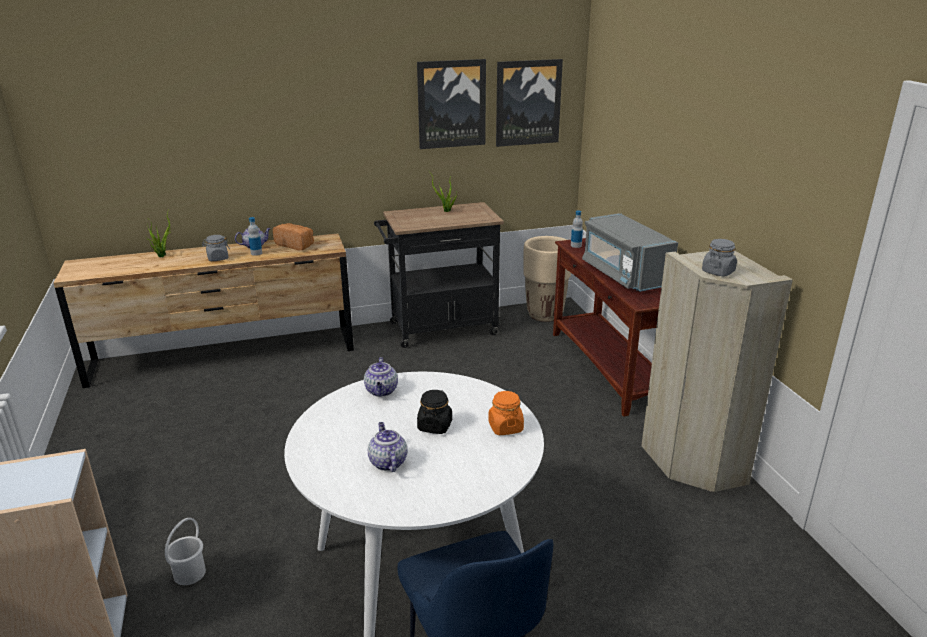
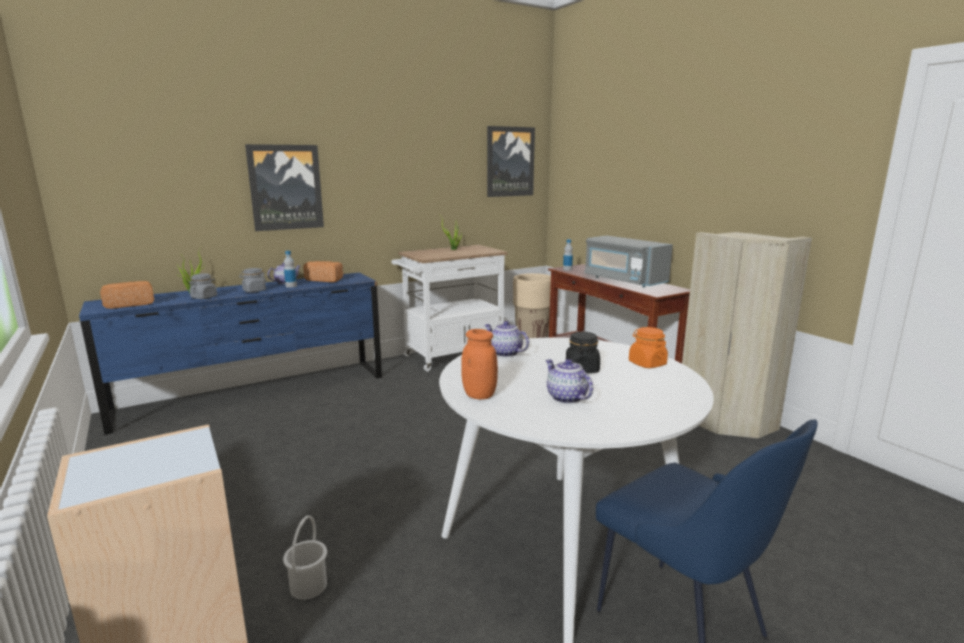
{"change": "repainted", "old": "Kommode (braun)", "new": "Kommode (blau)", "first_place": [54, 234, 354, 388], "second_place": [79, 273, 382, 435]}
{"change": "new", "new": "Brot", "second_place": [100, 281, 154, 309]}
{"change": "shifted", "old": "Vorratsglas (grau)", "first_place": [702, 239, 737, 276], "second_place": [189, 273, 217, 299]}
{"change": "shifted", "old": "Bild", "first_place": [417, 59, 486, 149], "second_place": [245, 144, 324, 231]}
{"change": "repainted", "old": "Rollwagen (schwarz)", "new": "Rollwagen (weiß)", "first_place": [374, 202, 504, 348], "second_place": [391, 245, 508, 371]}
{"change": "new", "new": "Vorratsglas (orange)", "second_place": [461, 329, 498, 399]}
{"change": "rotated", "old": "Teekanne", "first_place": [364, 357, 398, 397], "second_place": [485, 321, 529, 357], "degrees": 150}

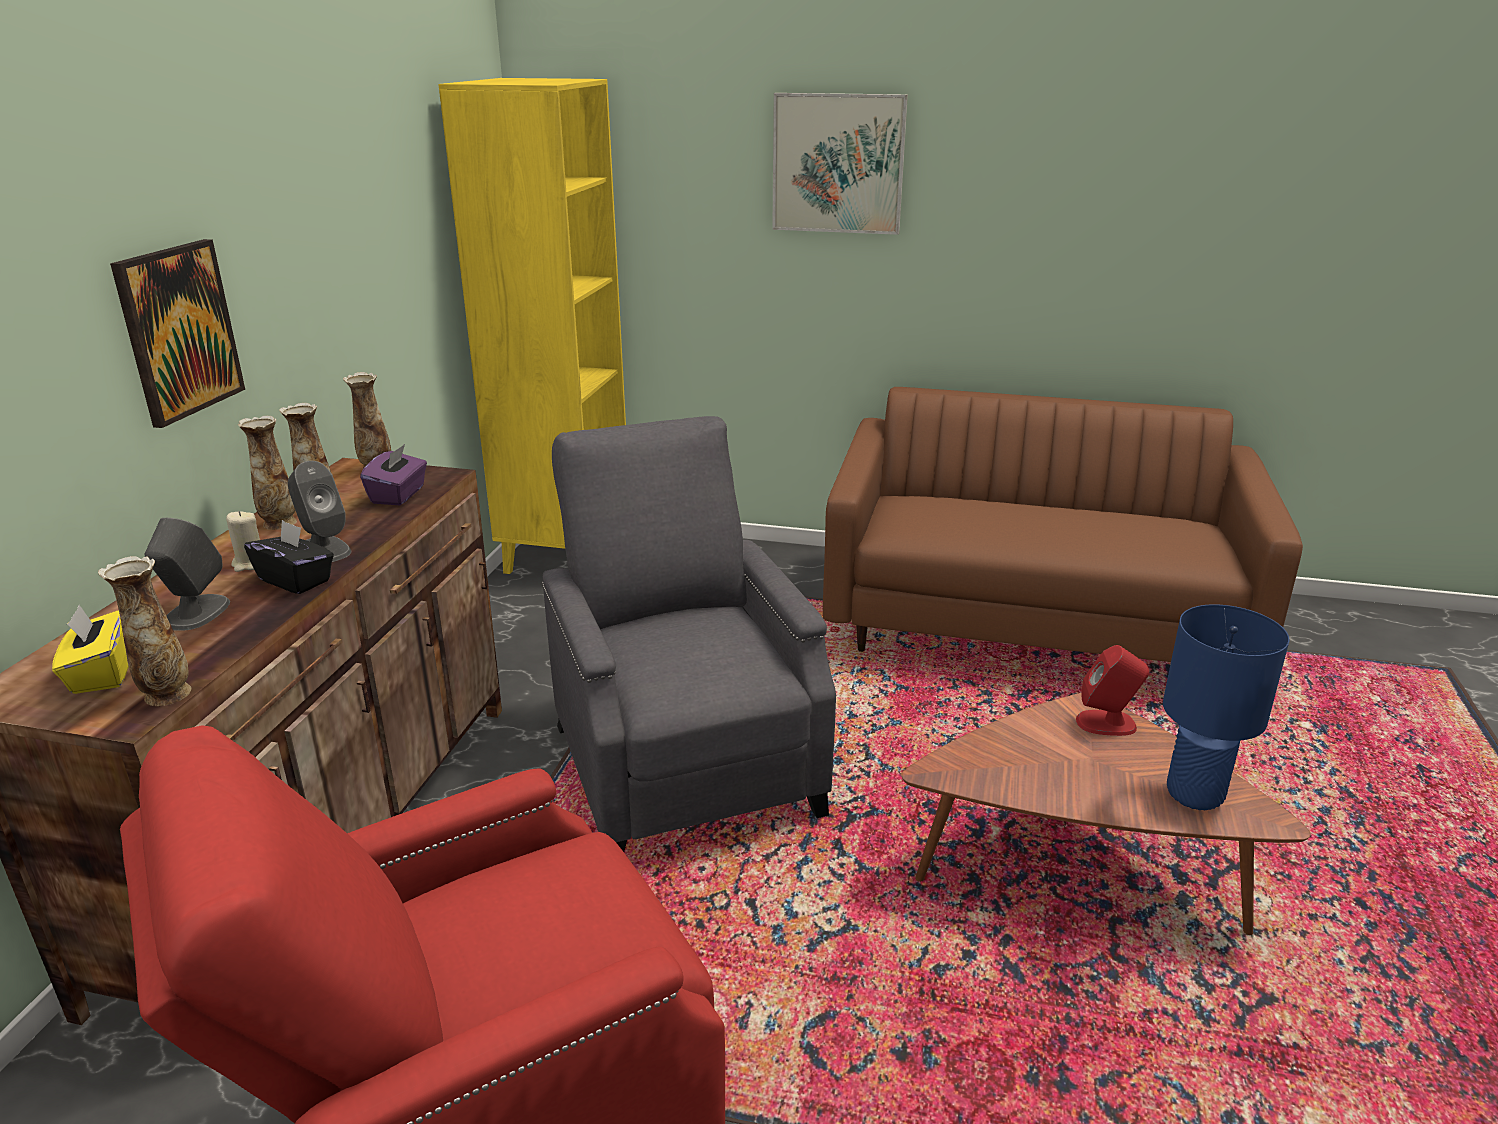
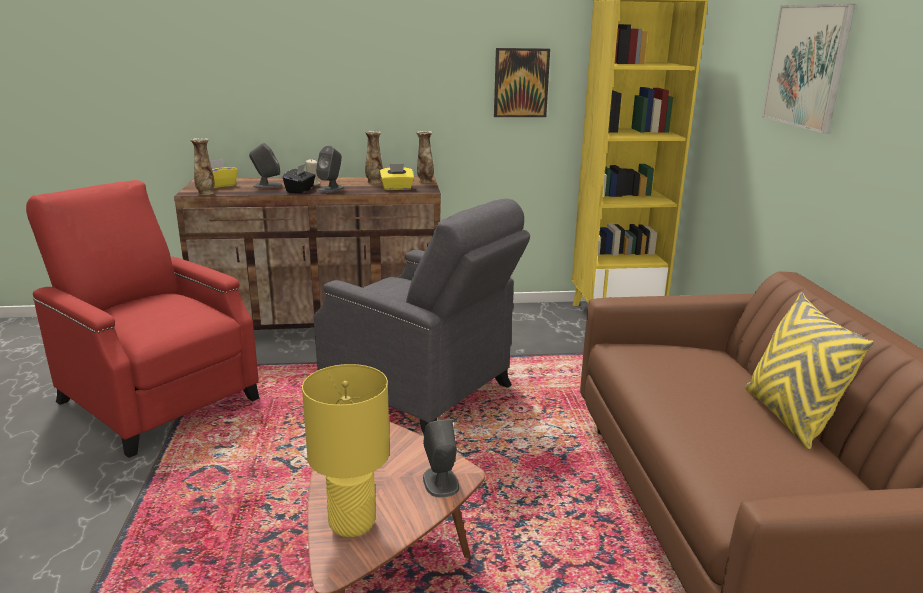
{"change": "repainted", "old": "Tischlampe (blau)", "new": "Tischlampe (gelb)", "first_place": [1163, 604, 1289, 810], "second_place": [302, 364, 390, 538]}
{"change": "rotated", "old": "Sessel (grau)", "first_place": [542, 416, 836, 852], "second_place": [314, 198, 530, 435], "degrees": 75}
{"change": "repainted", "old": "Taschentuchbox (lila)", "new": "Taschentuchbox (gelb)", "first_place": [360, 444, 427, 505], "second_place": [380, 164, 414, 190]}
{"change": "repainted", "old": "Lautsprecher (rot)", "new": "Lautsprecher (grau)", "first_place": [1076, 645, 1149, 736], "second_place": [423, 419, 459, 498]}
{"change": "shifted", "old": "Bild", "first_place": [110, 239, 245, 428], "second_place": [494, 48, 550, 117]}
{"change": "new", "new": "Kissen (gelb)", "second_place": [745, 292, 874, 449]}
{"change": "gone", "old": "Vase", "first_place": [238, 416, 297, 530]}

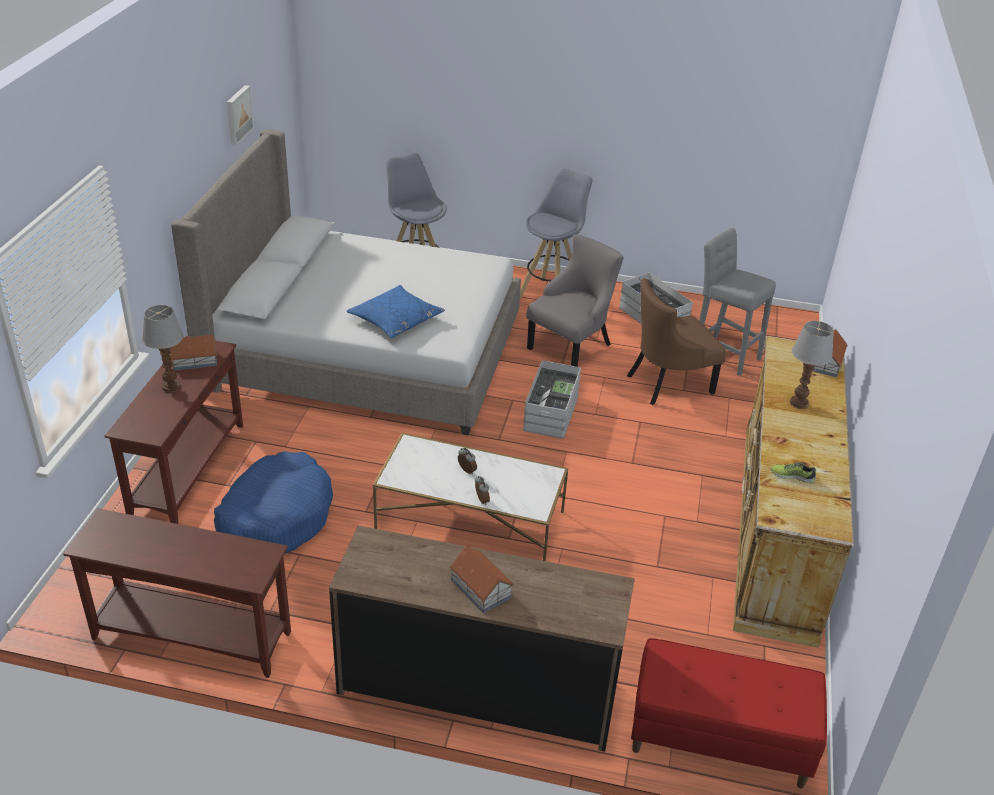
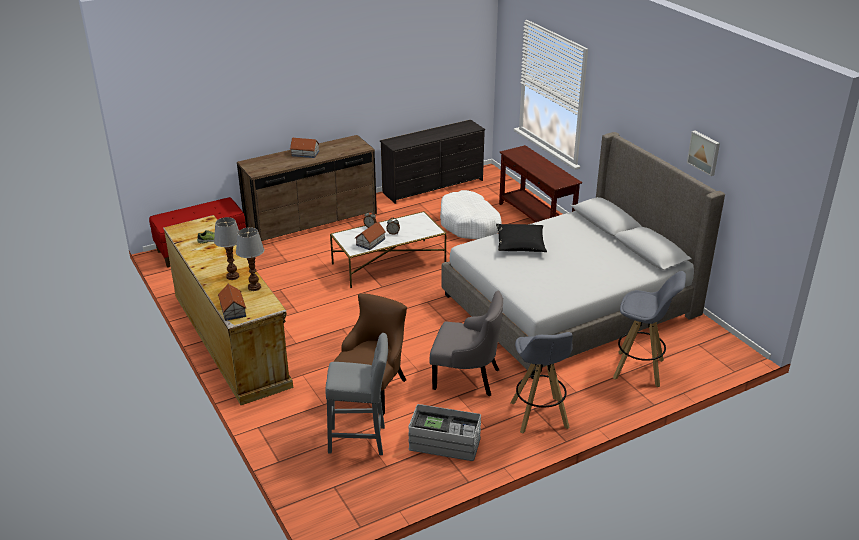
{"change": "shifted", "old": "Tischlampe", "first_place": [142, 305, 184, 393], "second_place": [236, 227, 264, 291]}
{"change": "shifted", "old": "Spielzeughaus", "first_place": [170, 335, 217, 371], "second_place": [355, 222, 386, 250]}
{"change": "swapped", "old": "Konsolentisch (braun)", "new": "Kommode (schwarz)", "first_place": [63, 508, 291, 678], "second_place": [380, 120, 485, 204]}
{"change": "rotated", "old": "Stuhl (grau)", "first_place": [526, 234, 624, 367], "second_place": [429, 291, 503, 396], "degrees": -75}
{"change": "repainted", "old": "Hundebett (blau)", "new": "Hundebett (weiß)", "first_place": [214, 451, 333, 553], "second_place": [440, 190, 502, 239]}
{"change": "repainted", "old": "Kissen (blau)", "new": "Kissen (schwarz)", "first_place": [347, 285, 445, 338], "second_place": [496, 224, 547, 252]}
{"change": "gone", "old": "Aufbewahrungsbox (grau)", "first_place": [523, 360, 581, 439]}

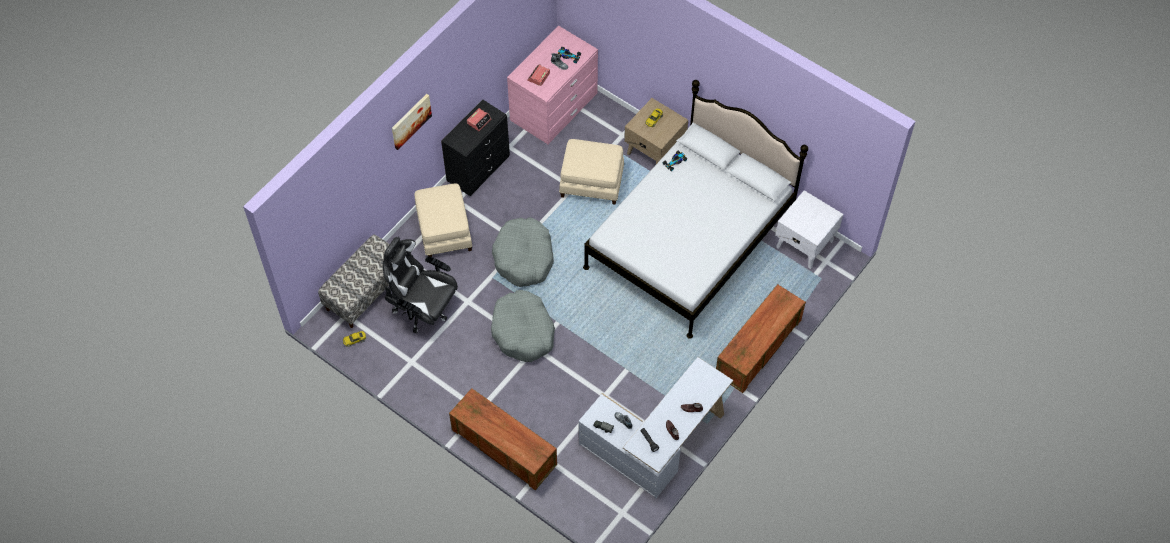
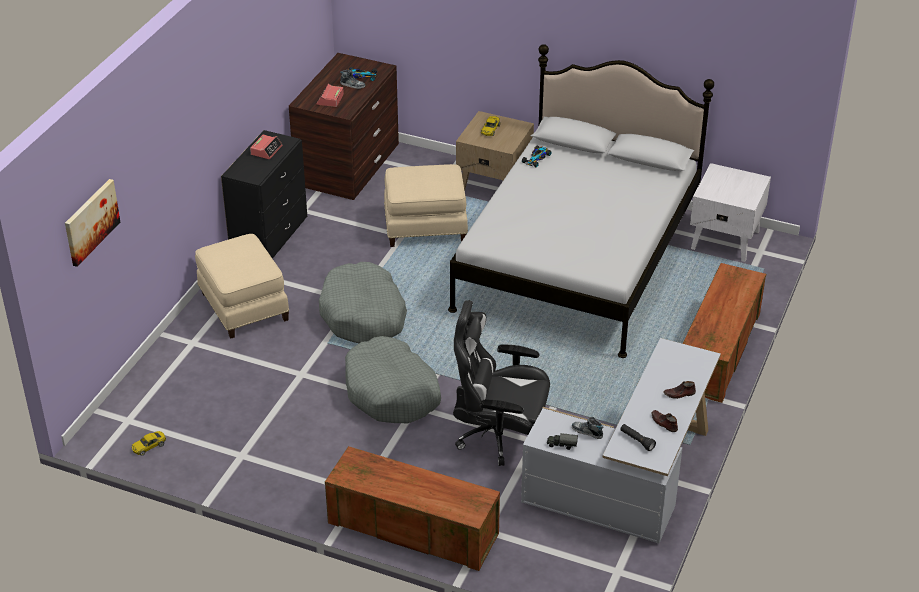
{"change": "shifted", "old": "Bild", "first_place": [392, 94, 432, 150], "second_place": [65, 179, 120, 267]}
{"change": "repainted", "old": "Kommode (rosa)", "new": "Kommode (braun)", "first_place": [507, 26, 598, 144], "second_place": [289, 53, 399, 200]}
{"change": "shifted", "old": "Bürostuhl (schwarz)", "first_place": [383, 237, 458, 333], "second_place": [453, 300, 550, 466]}
{"change": "gone", "old": "Bank", "first_place": [318, 234, 390, 328]}

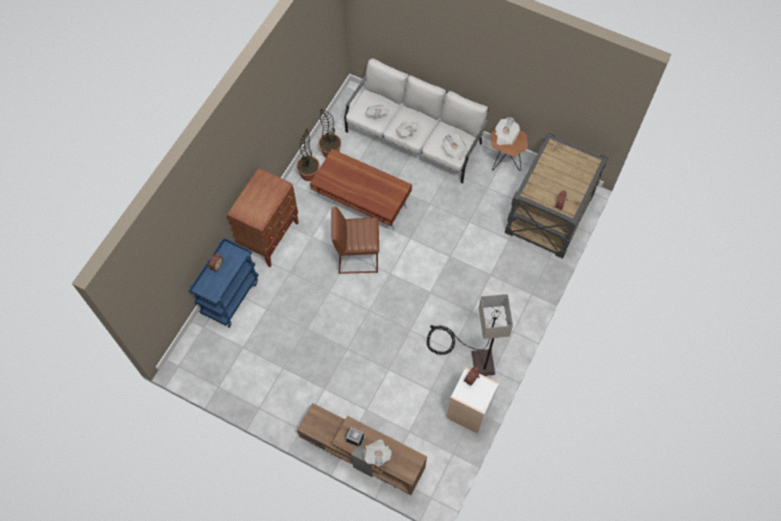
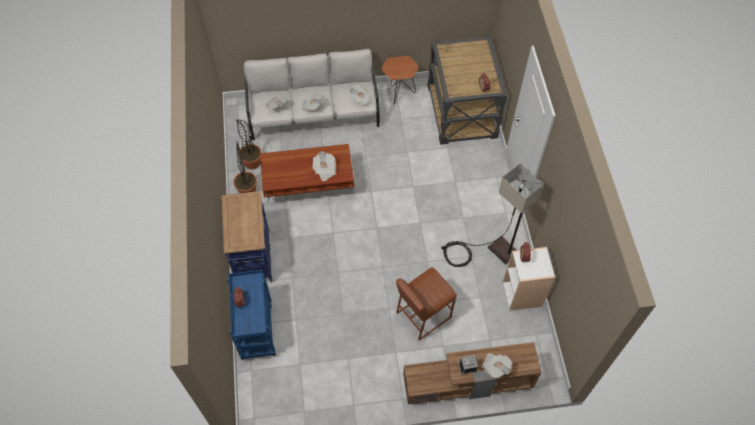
{"change": "swapped", "old": "Kommode (braun)", "new": "Rollwagen (blau)", "first_place": [227, 168, 299, 267], "second_place": [222, 191, 272, 283]}
{"change": "shifted", "old": "Zeitung", "first_place": [495, 117, 520, 145], "second_place": [312, 151, 336, 181]}
{"change": "shifted", "old": "Hocker (braun)", "first_place": [331, 207, 379, 274], "second_place": [396, 267, 457, 341]}

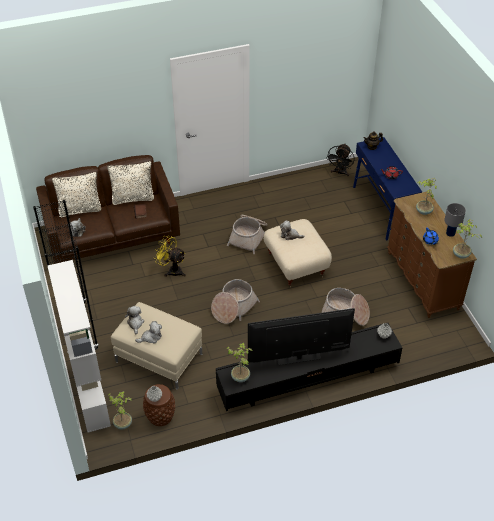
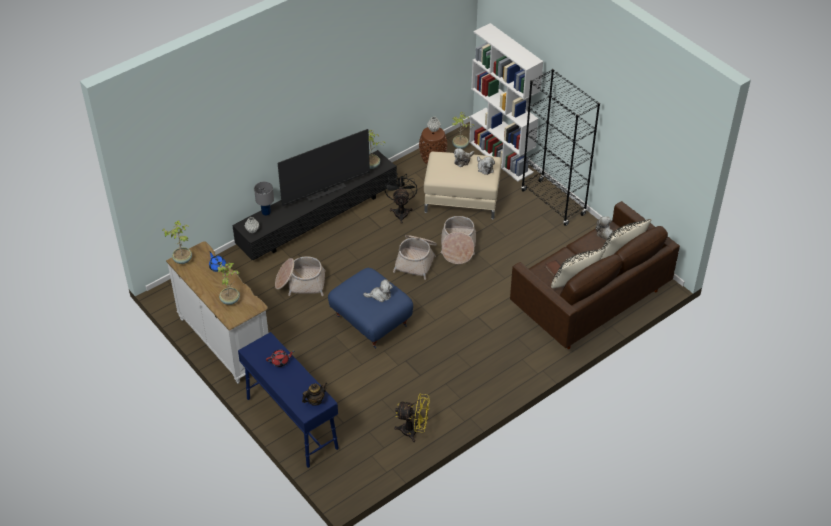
{"change": "repainted", "old": "Kommode (braun)", "new": "Kommode (weiß)", "first_place": [387, 192, 477, 318], "second_place": [166, 241, 268, 384]}
{"change": "shifted", "old": "Tischlampe (grau)", "first_place": [444, 203, 466, 237], "second_place": [254, 182, 274, 216]}
{"change": "repainted", "old": "Polsterhocker (beige)", "new": "Polsterhocker (blau)", "first_place": [263, 219, 332, 288], "second_place": [328, 268, 413, 348]}
{"change": "shifted", "old": "Ventilator (schwarz)", "first_place": [326, 144, 355, 176], "second_place": [385, 175, 417, 224]}
{"change": "shifted", "old": "Ventilator (gelb)", "first_place": [154, 236, 186, 277], "second_place": [394, 394, 430, 442]}
{"change": "shifted", "old": "Korb", "first_place": [227, 215, 268, 254], "second_place": [441, 216, 476, 264]}

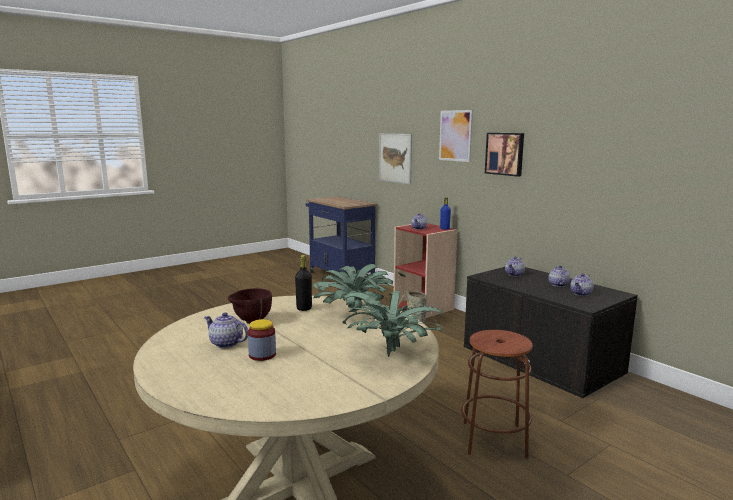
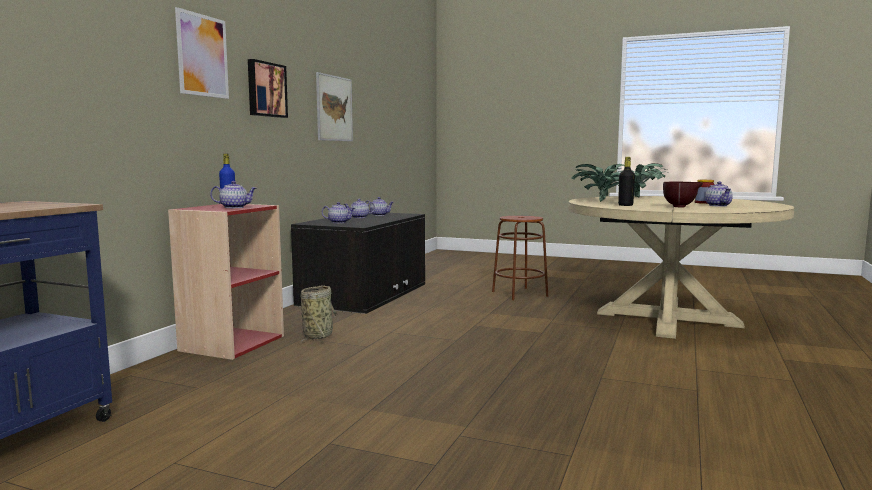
{"change": "shifted", "old": "Bild", "first_place": [379, 133, 412, 184], "second_place": [316, 72, 353, 141]}

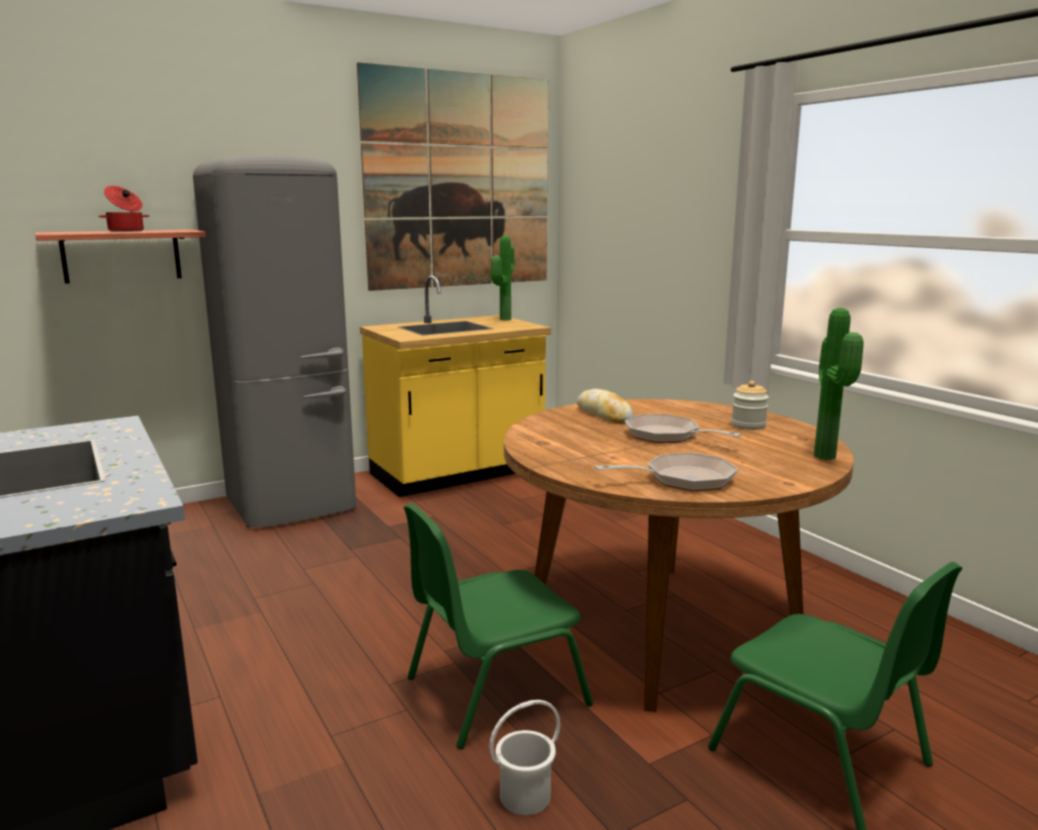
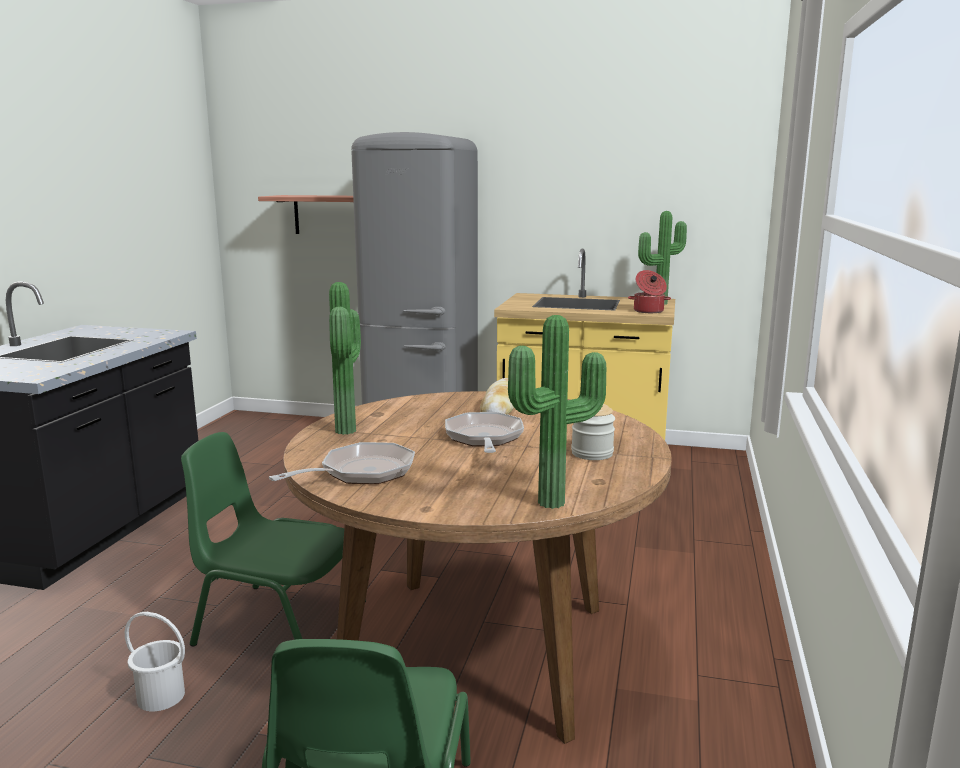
{"change": "rotated", "old": "Pfanne", "first_place": [595, 453, 738, 491], "second_place": [269, 442, 415, 484], "degrees": -75}
{"change": "new", "new": "Topfpflanze", "second_place": [329, 282, 361, 435]}
{"change": "shifted", "old": "Kochtopf", "first_place": [99, 186, 149, 232], "second_place": [628, 270, 671, 313]}
{"change": "gone", "old": "Bild", "first_place": [357, 62, 548, 291]}

